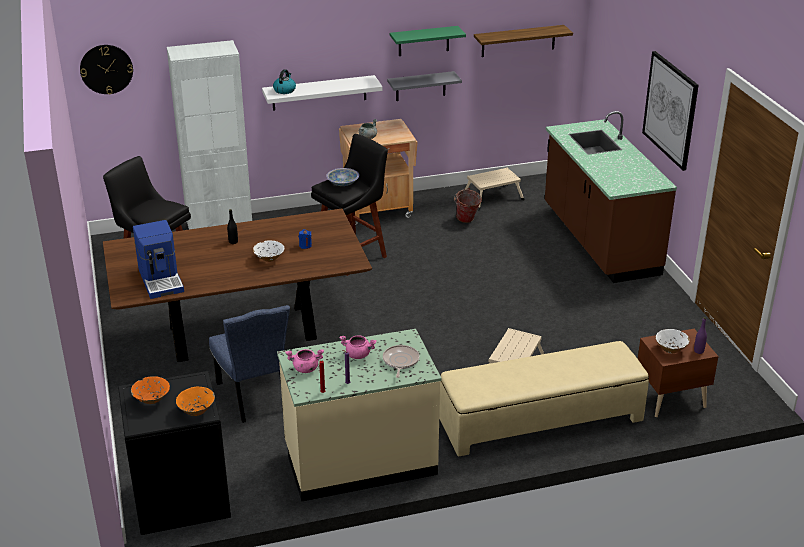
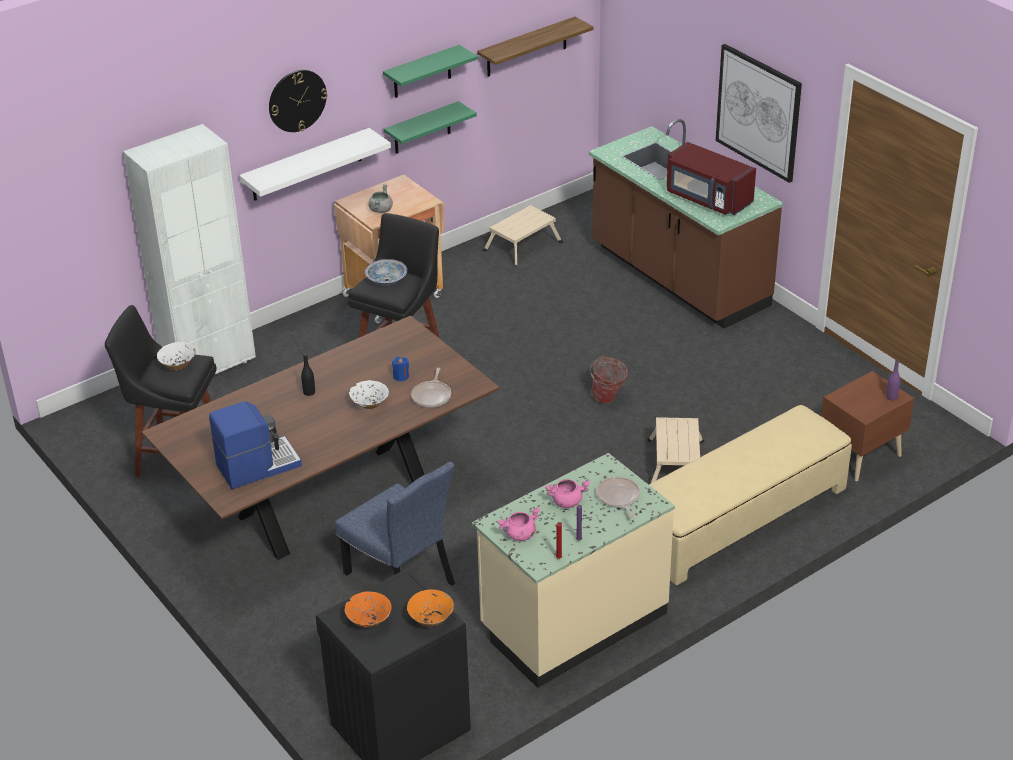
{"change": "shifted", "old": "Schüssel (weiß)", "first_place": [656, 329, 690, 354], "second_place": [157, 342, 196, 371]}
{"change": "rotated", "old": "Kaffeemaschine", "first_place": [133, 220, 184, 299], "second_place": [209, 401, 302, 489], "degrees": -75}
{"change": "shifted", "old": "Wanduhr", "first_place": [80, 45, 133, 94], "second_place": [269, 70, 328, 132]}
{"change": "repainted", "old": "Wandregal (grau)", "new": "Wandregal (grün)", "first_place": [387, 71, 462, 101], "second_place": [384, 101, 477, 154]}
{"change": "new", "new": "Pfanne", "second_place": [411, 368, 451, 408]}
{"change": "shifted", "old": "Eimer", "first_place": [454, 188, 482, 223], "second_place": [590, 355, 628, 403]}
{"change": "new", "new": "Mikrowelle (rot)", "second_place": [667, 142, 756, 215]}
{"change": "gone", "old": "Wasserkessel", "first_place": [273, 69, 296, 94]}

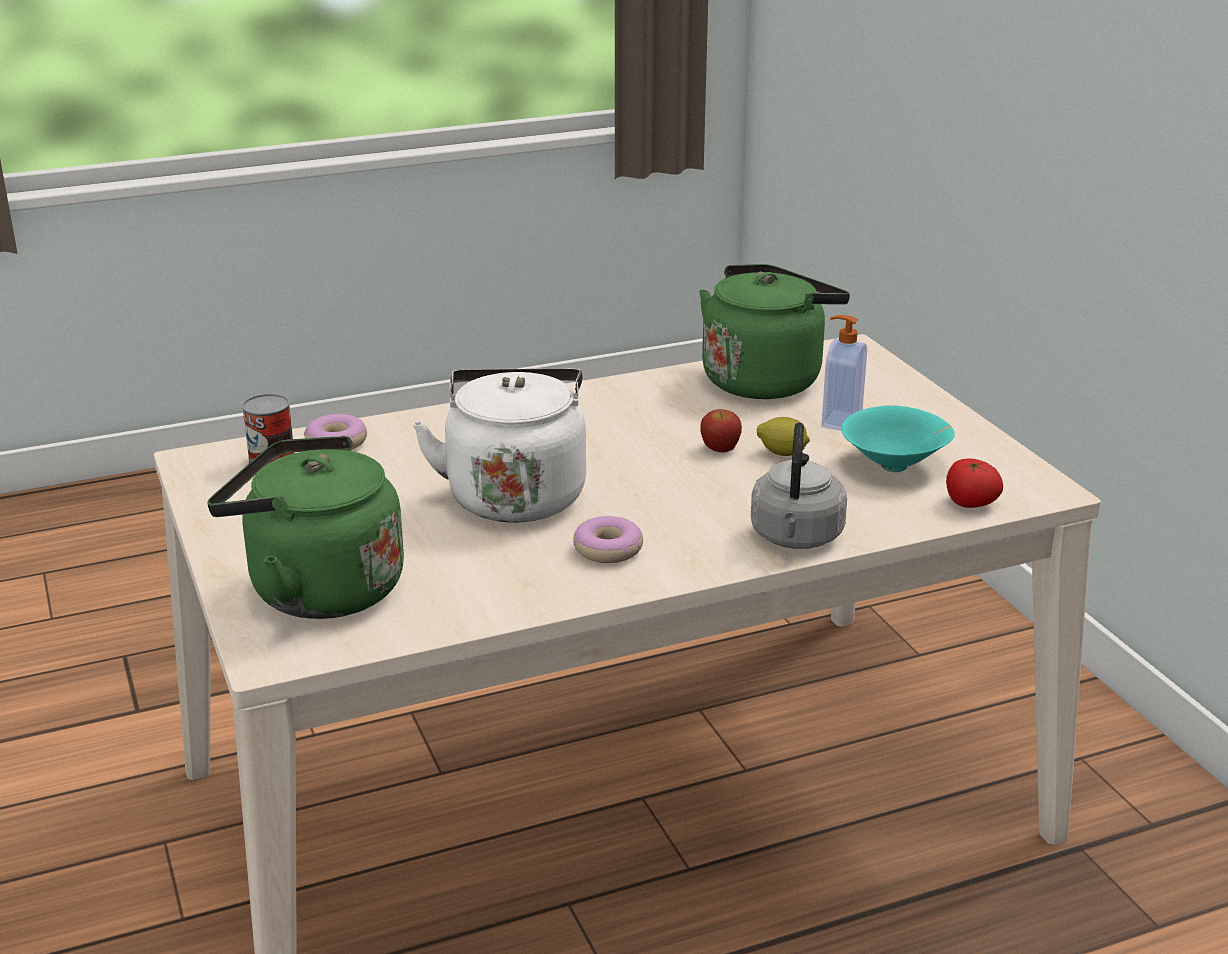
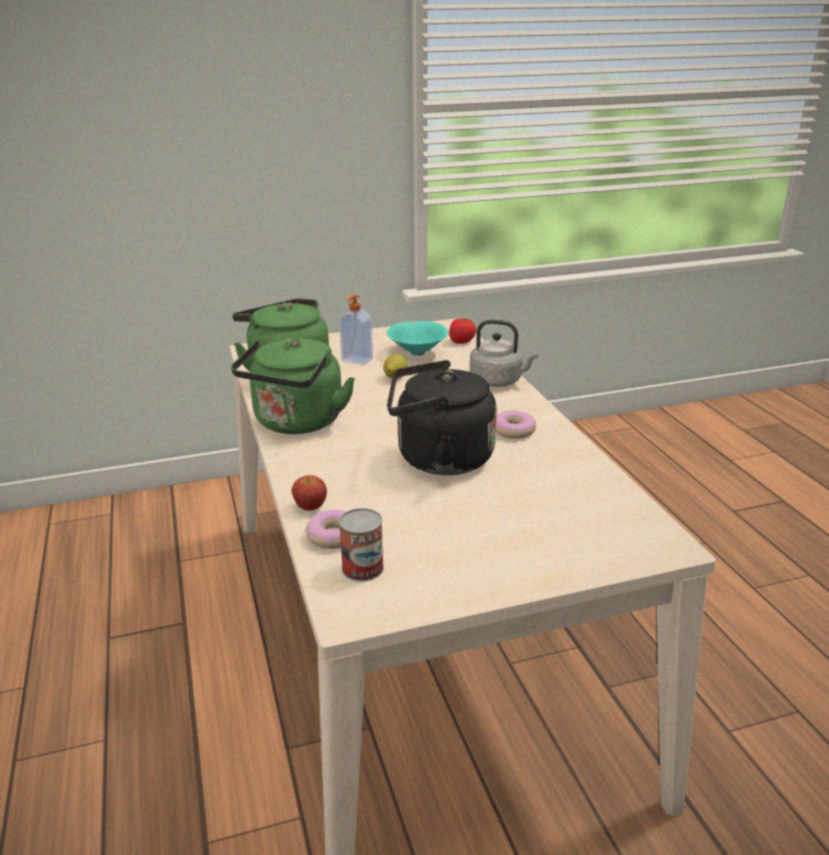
{"change": "shifted", "old": "Wasserkessel (grün)", "first_place": [207, 436, 404, 619], "second_place": [231, 338, 355, 434]}
{"change": "shifted", "old": "Apfel", "first_place": [700, 409, 742, 452], "second_place": [292, 475, 327, 511]}
{"change": "repainted", "old": "Wasserkessel (weiß)", "new": "Wasserkessel (schwarz)", "first_place": [412, 368, 586, 523], "second_place": [387, 360, 497, 475]}

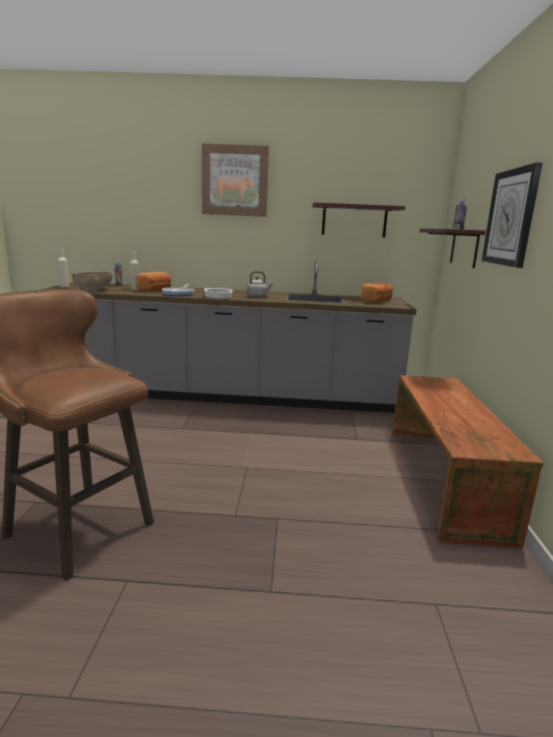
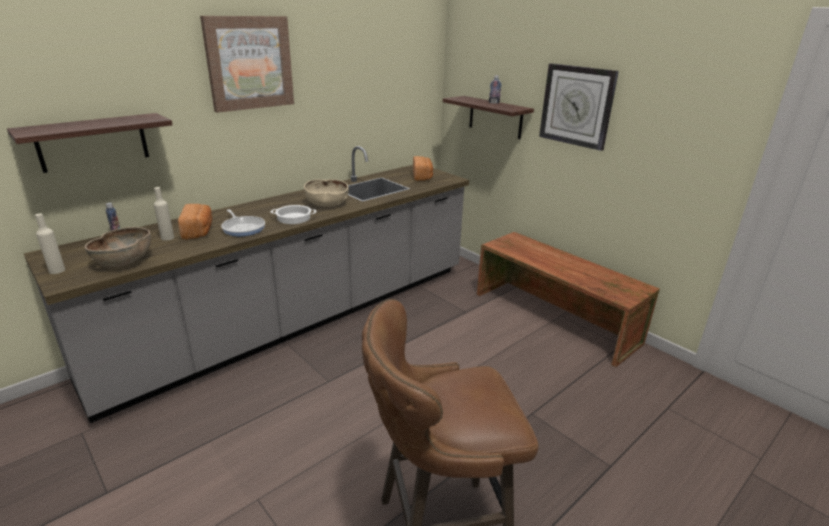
{"change": "shifted", "old": "Wandregal", "first_place": [312, 202, 405, 237], "second_place": [7, 113, 173, 173]}
{"change": "swapped", "old": "Wasserkessel (grau)", "new": "Schüssel (beige)", "first_place": [246, 271, 273, 298], "second_place": [304, 179, 349, 207]}

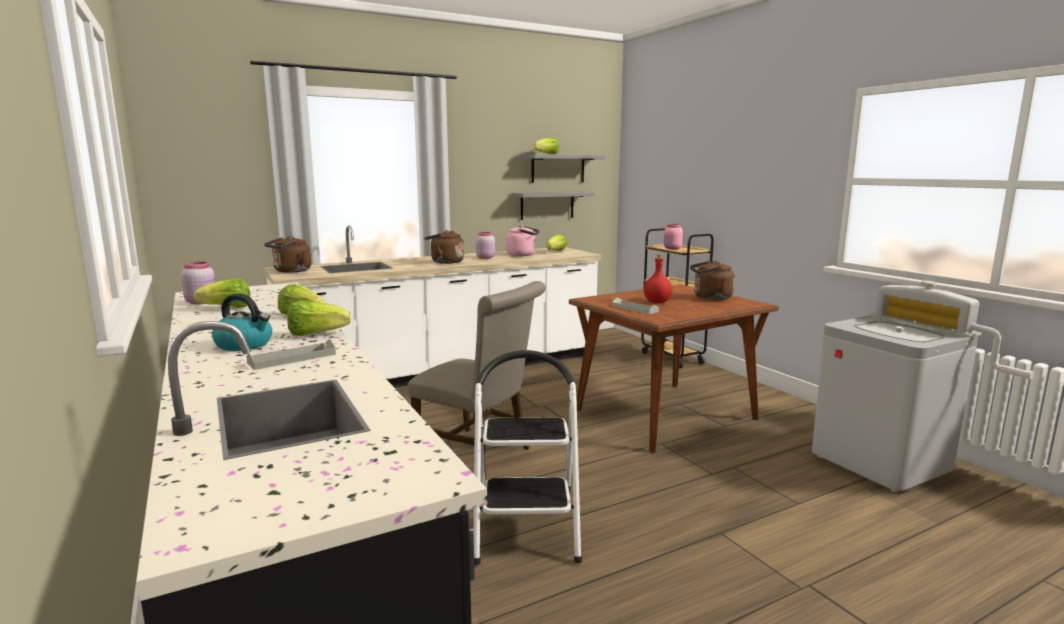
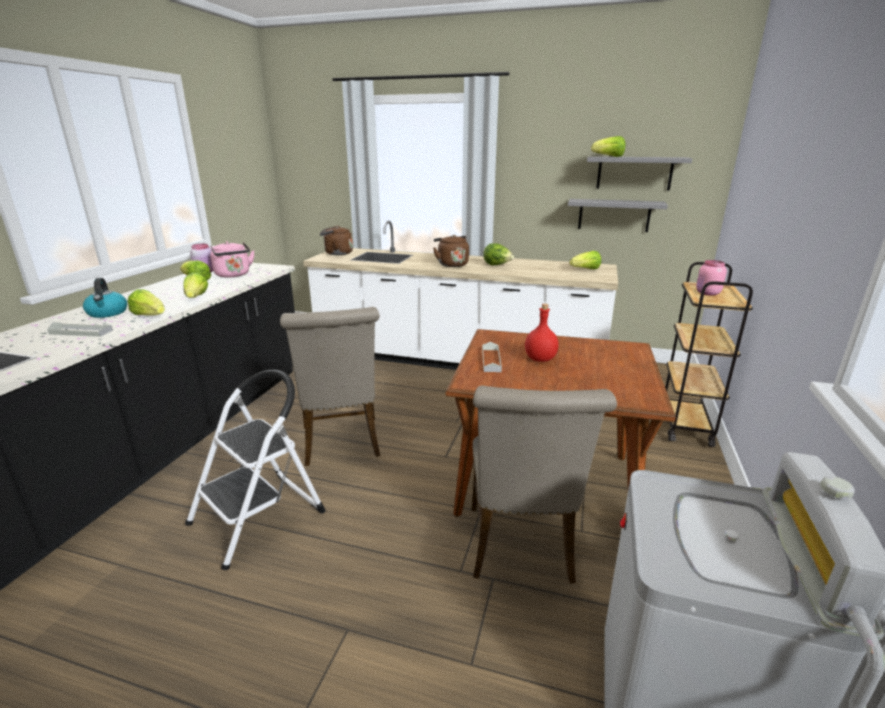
{"change": "shifted", "old": "Wasserkessel (rosa)", "first_place": [506, 225, 540, 256], "second_place": [210, 241, 254, 278]}
{"change": "new", "new": "Stuhl (beige)", "second_place": [472, 386, 617, 584]}
{"change": "swapped", "old": "Vorratsglas (rosa)", "new": "Salatkopf", "first_place": [476, 232, 495, 259], "second_place": [483, 243, 514, 265]}
{"change": "gone", "old": "Wasserkessel (braun)", "first_place": [690, 261, 735, 300]}

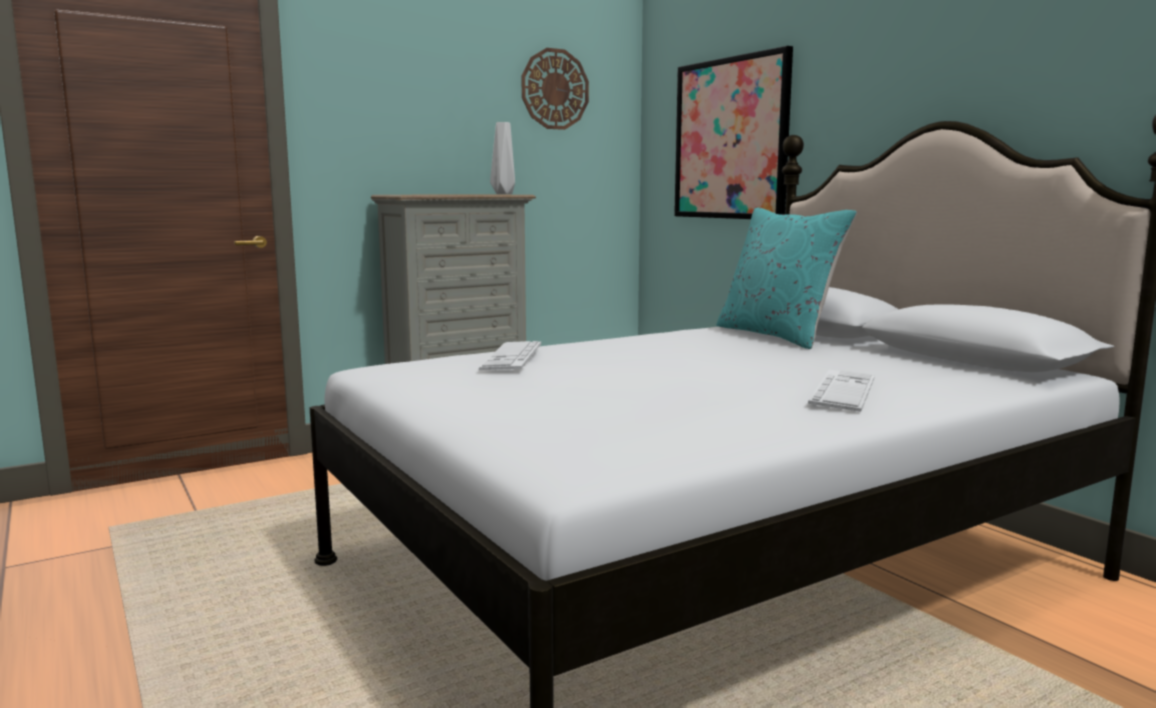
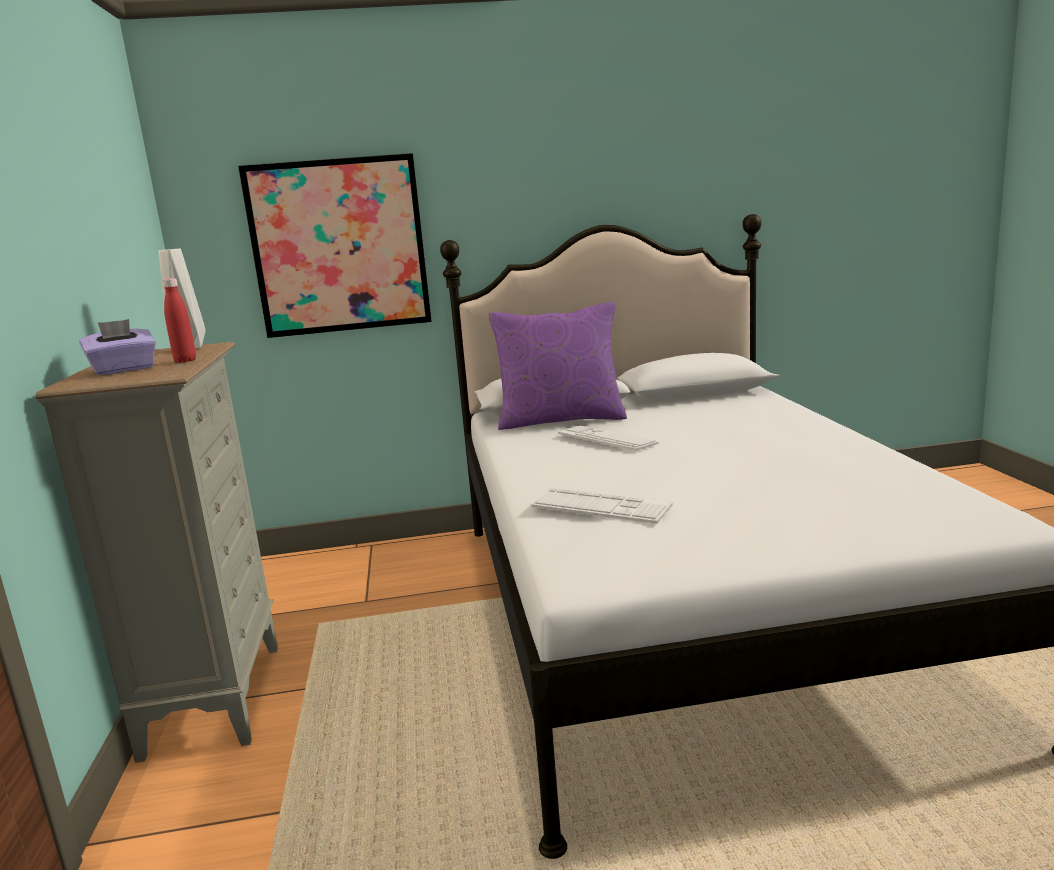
{"change": "new", "new": "Taschentuchbox (lila)", "second_place": [79, 319, 156, 375]}
{"change": "new", "new": "Flasche (rot)", "second_place": [162, 278, 196, 363]}
{"change": "repainted", "old": "Kissen (türkis)", "new": "Kissen (lila)", "first_place": [716, 208, 857, 349], "second_place": [489, 302, 627, 430]}
{"change": "shifted", "old": "Tastatur", "first_place": [808, 370, 875, 412], "second_place": [558, 425, 658, 451]}
{"change": "gone", "old": "Wanduhr", "first_place": [521, 48, 589, 130]}

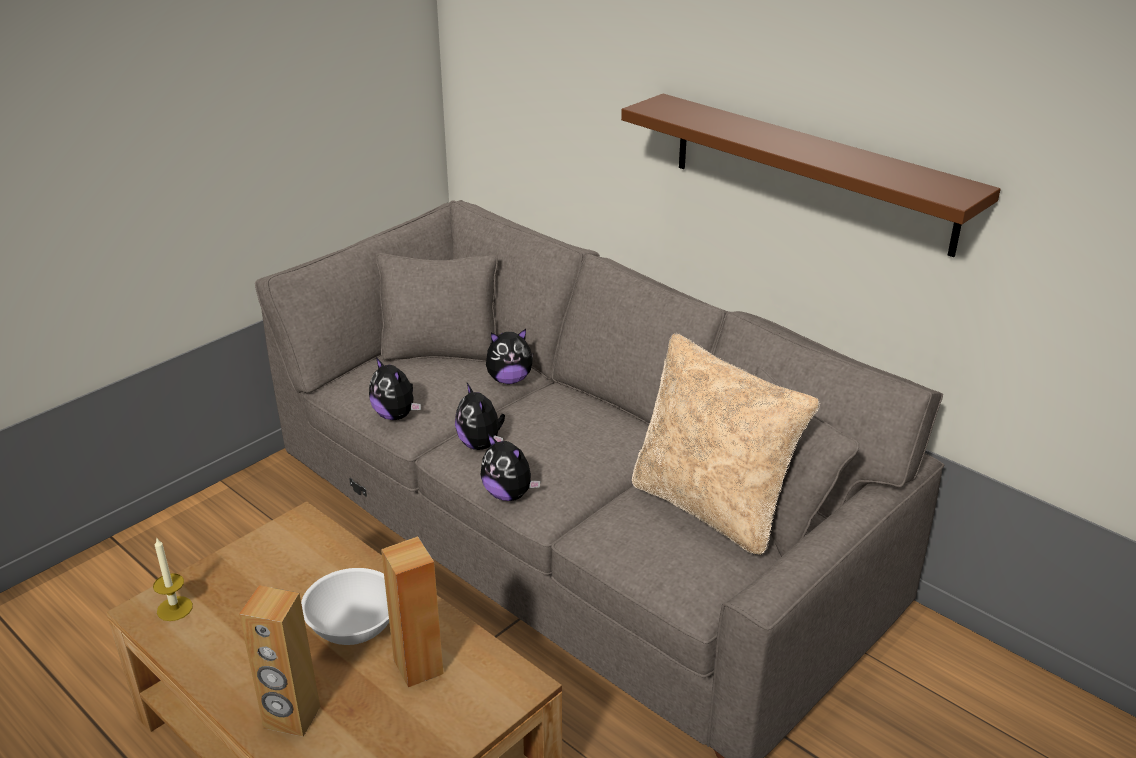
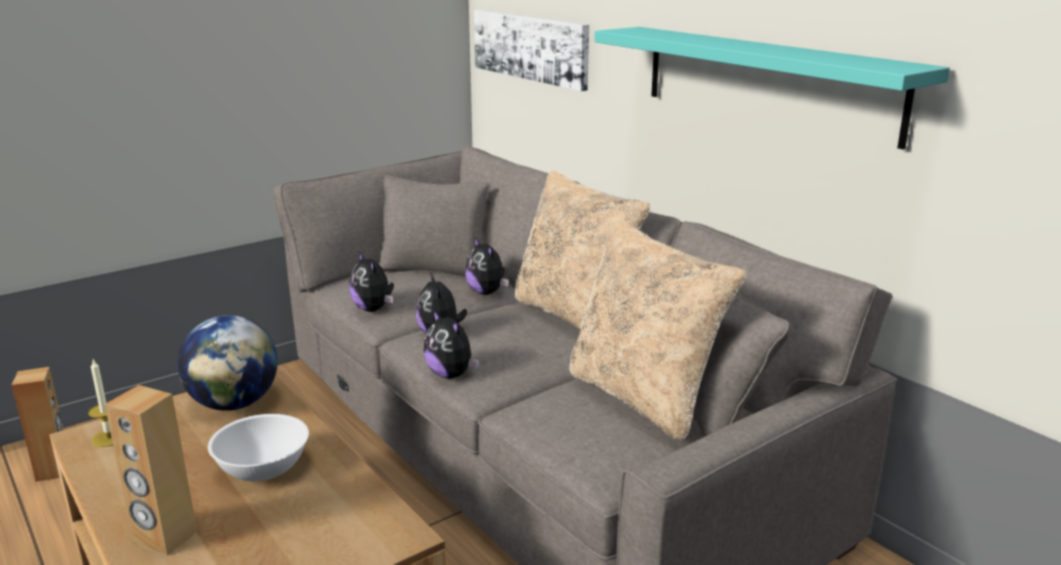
{"change": "shifted", "old": "Lautsprecher (braun)", "first_place": [381, 536, 444, 687], "second_place": [12, 367, 64, 482]}
{"change": "new", "new": "Globus", "second_place": [177, 315, 278, 411]}
{"change": "rotated", "old": "Plüschtier", "first_place": [486, 329, 533, 384], "second_place": [465, 237, 509, 295], "degrees": 60}
{"change": "new", "new": "Bild", "second_place": [474, 10, 589, 91]}
{"change": "new", "new": "Kissen (beige)", "second_place": [515, 171, 650, 330]}
{"change": "repainted", "old": "Wandregal (braun)", "new": "Wandregal (türkis)", "first_place": [621, 94, 1001, 257], "second_place": [594, 27, 950, 150]}

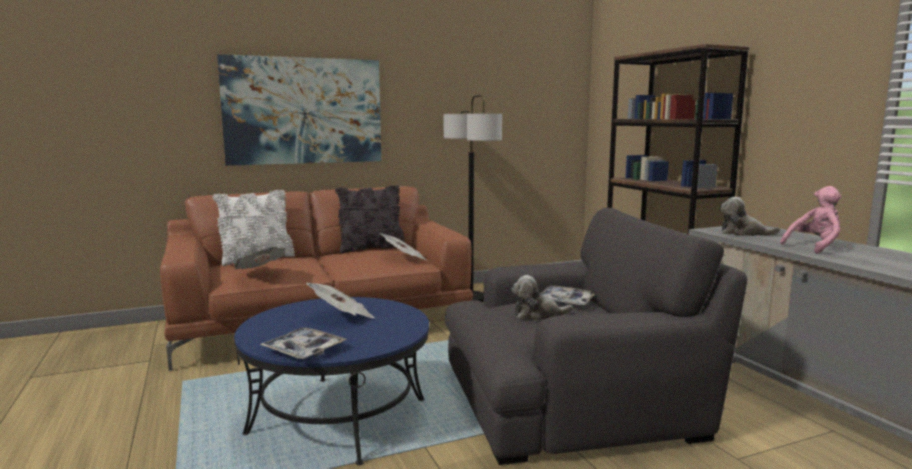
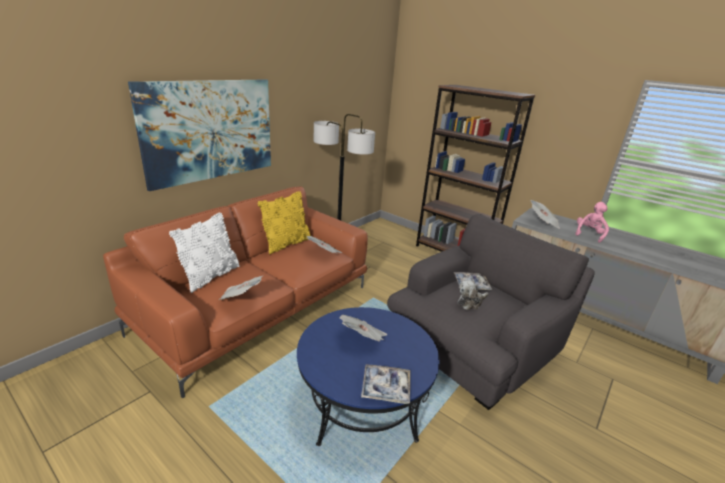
{"change": "repainted", "old": "Kissen (schwarz)", "new": "Kissen (gelb)", "first_place": [335, 185, 405, 253], "second_place": [258, 191, 310, 254]}
{"change": "swapped", "old": "Plüschtier", "new": "Zeitung", "first_place": [719, 197, 780, 236], "second_place": [530, 200, 560, 229]}

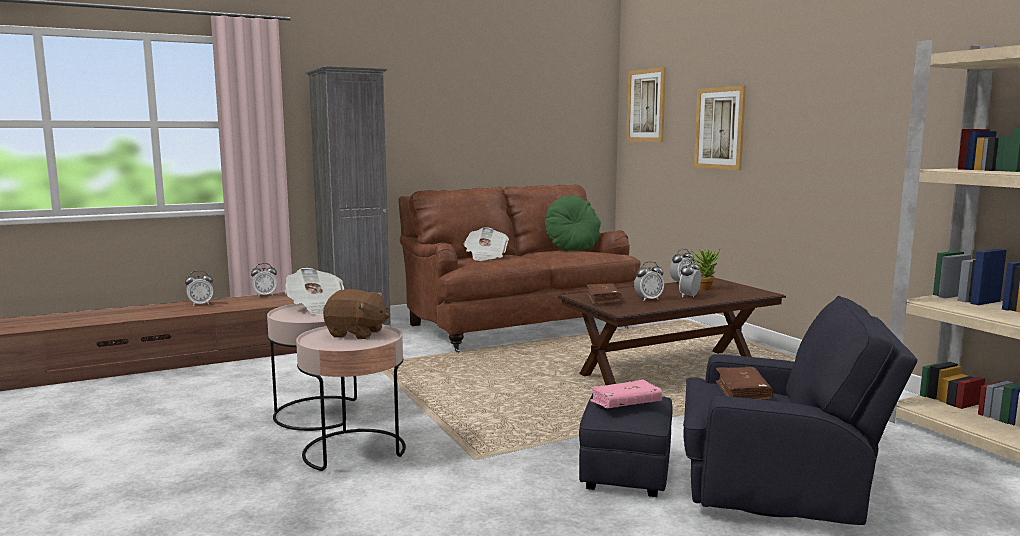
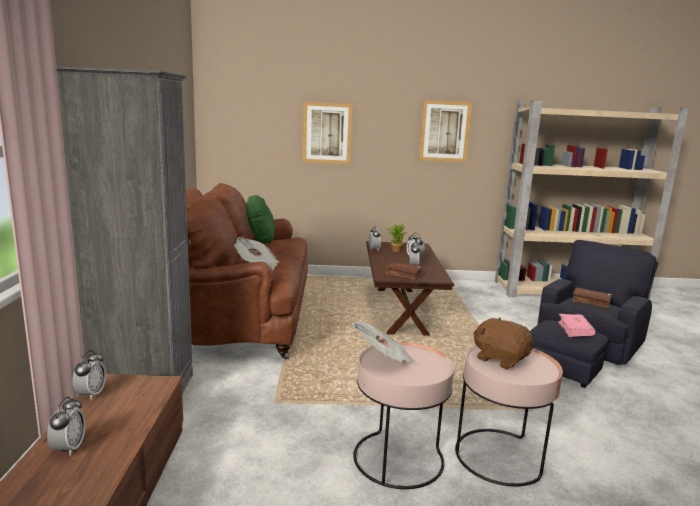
{"change": "shifted", "old": "Bild", "first_place": [626, 67, 666, 142], "second_place": [419, 100, 472, 162]}
{"change": "rotated", "old": "Plüschtier (braun)", "first_place": [323, 289, 389, 339], "second_place": [473, 317, 533, 369], "degrees": -90}

